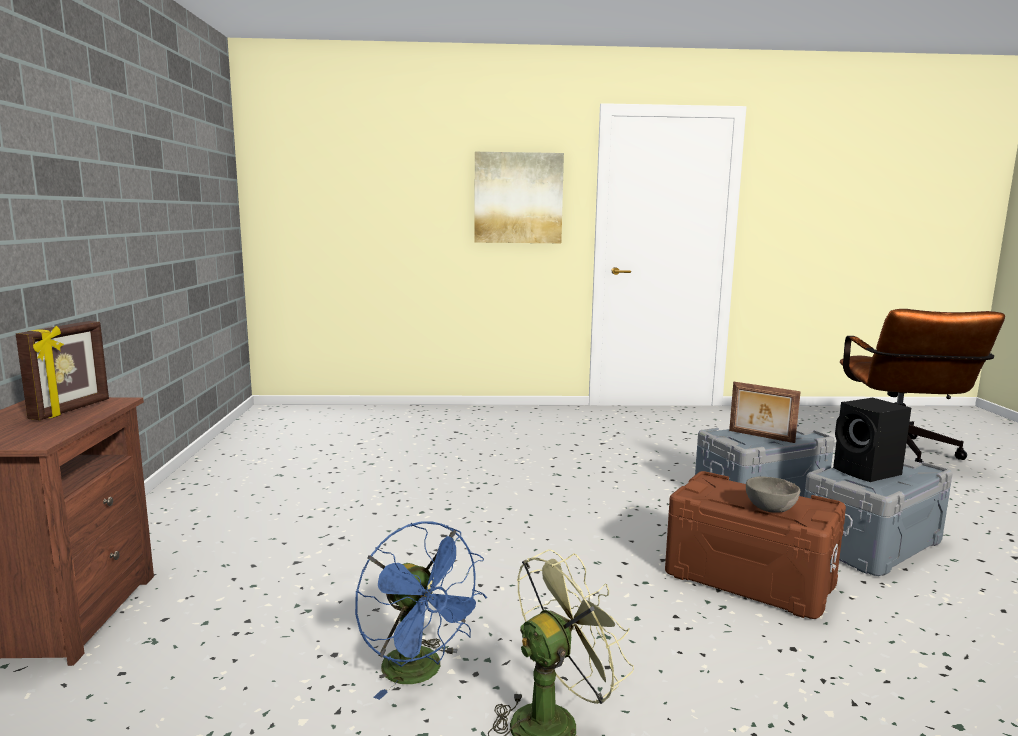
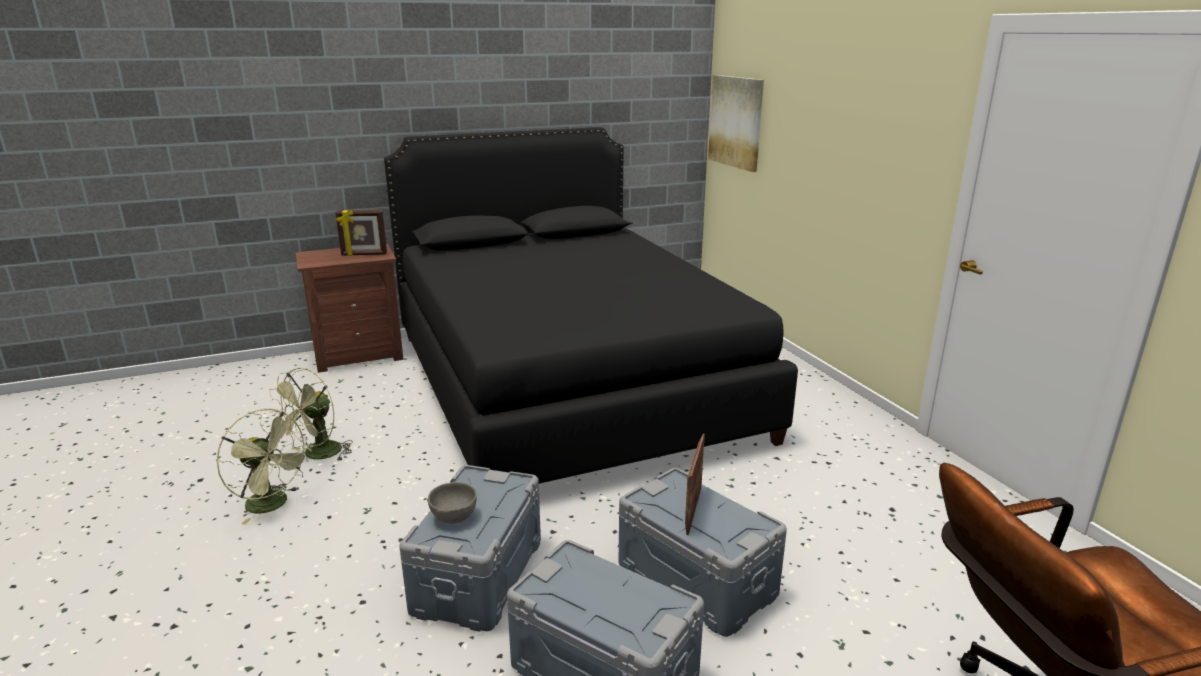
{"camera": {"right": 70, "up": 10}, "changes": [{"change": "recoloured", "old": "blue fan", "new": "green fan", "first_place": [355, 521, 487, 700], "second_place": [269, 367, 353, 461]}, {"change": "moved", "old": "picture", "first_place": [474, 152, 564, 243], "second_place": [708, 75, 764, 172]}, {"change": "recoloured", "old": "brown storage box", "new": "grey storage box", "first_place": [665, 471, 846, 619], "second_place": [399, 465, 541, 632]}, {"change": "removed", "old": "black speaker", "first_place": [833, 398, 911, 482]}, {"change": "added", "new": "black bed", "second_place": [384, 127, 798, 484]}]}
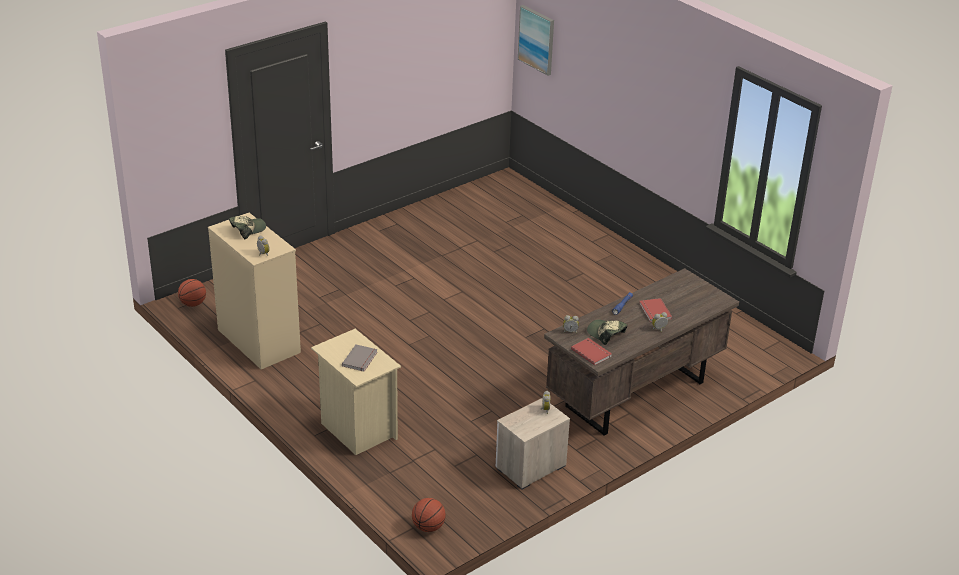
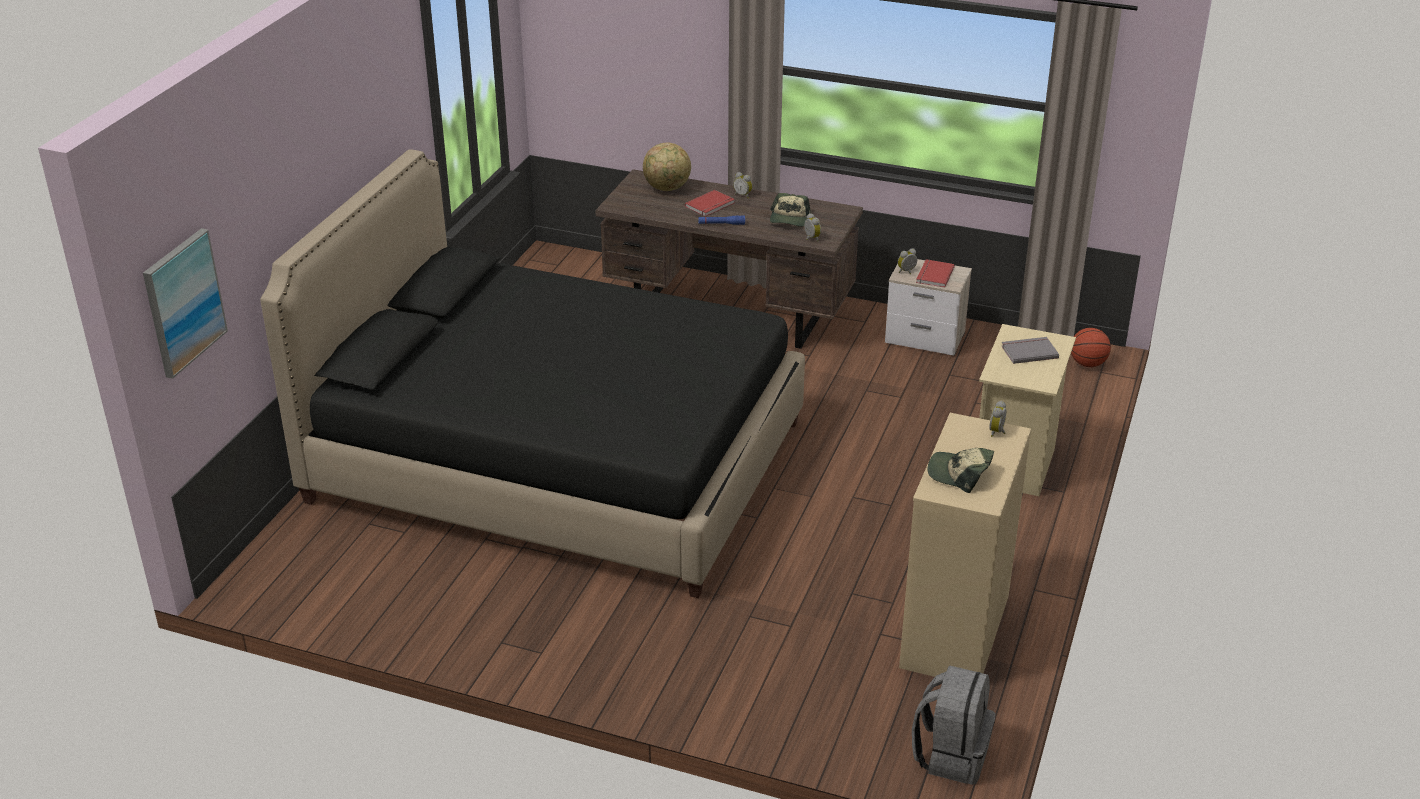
{"camera": {"right": -120, "up": 0}, "changes": [{"change": "replaced", "old": "basketball", "new": "grey backpack", "first_place": [178, 279, 206, 307], "second_place": [912, 666, 995, 785]}, {"change": "moved", "old": "red book", "first_place": [571, 338, 612, 365], "second_place": [916, 259, 955, 288]}, {"change": "added", "new": "black bed", "second_place": [260, 150, 805, 598]}, {"change": "added", "new": "globe", "second_place": [643, 143, 691, 191]}]}
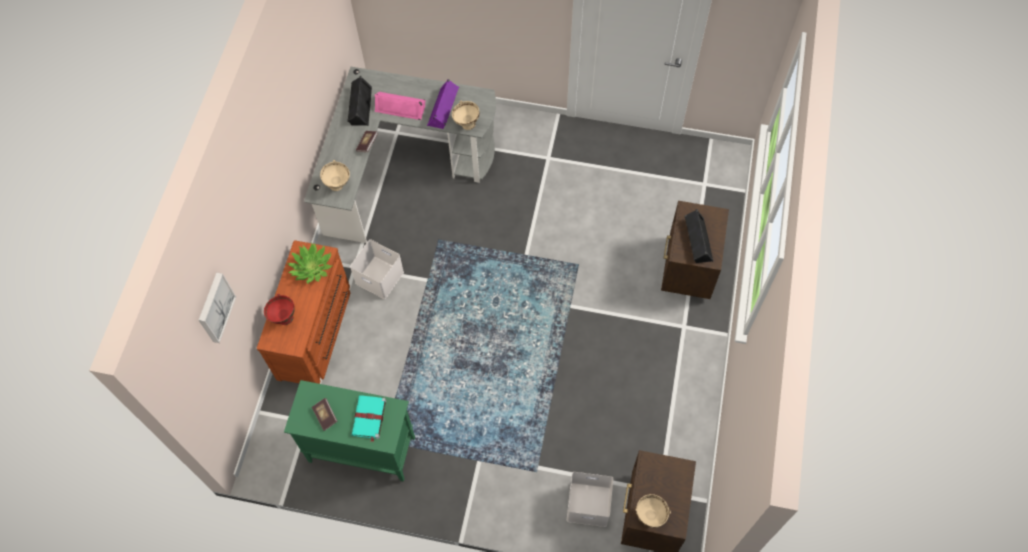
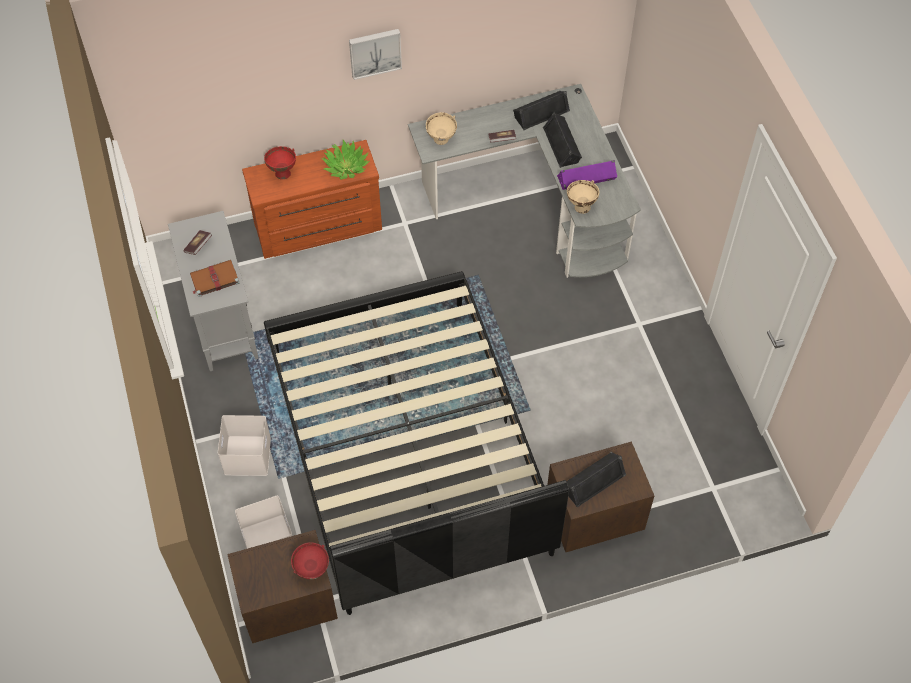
{"camera": {"right": 60, "up": -5}, "changes": [{"change": "moved", "old": "picture", "first_place": [199, 272, 236, 343], "second_place": [349, 29, 402, 80]}, {"change": "recoloured", "old": "green cabinet", "new": "grey cabinet", "first_place": [284, 380, 415, 482], "second_place": [168, 211, 259, 371]}, {"change": "moved", "old": "white storage box", "first_place": [350, 239, 404, 299], "second_place": [218, 415, 271, 476]}, {"change": "recoloured", "old": "turquoise book", "new": "brown book", "first_place": [351, 395, 386, 442], "second_place": [190, 260, 239, 297]}, {"change": "recoloured", "old": "pink speaker", "new": "black speaker", "first_place": [375, 92, 426, 120], "second_place": [543, 112, 582, 168]}, {"change": "removed", "old": "beige bowl", "first_place": [635, 494, 671, 528]}, {"change": "added", "new": "black bed", "second_place": [264, 271, 569, 615]}, {"change": "added", "new": "red bowl", "second_place": [291, 542, 329, 579]}]}
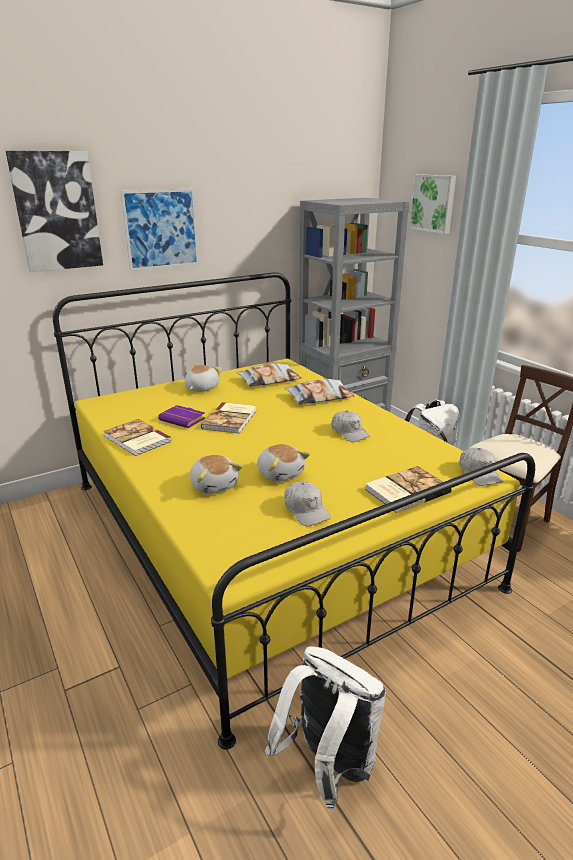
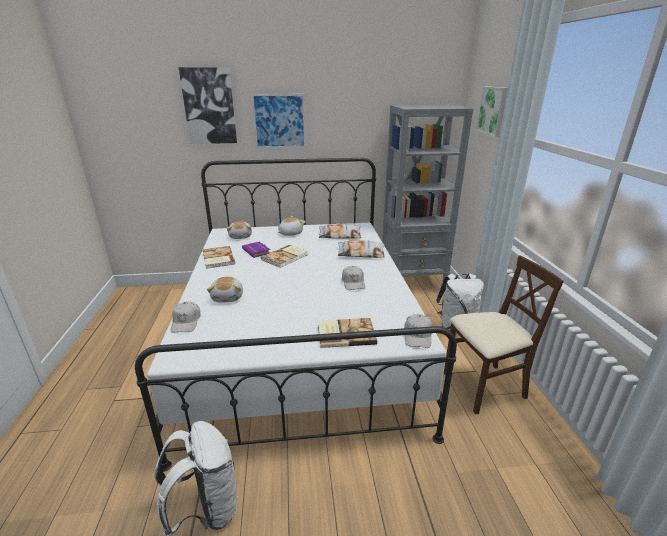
{"camera": {"right": 25, "up": 0}, "changes": [{"change": "recoloured", "old": "yellow bed", "new": "white bed", "first_place": [53, 272, 535, 750], "second_place": [135, 158, 457, 472]}, {"change": "moved", "old": "plush toy", "first_place": [257, 444, 310, 482], "second_place": [227, 221, 252, 239]}, {"change": "moved", "old": "white cap", "first_place": [284, 482, 331, 526], "second_place": [171, 301, 200, 333]}]}
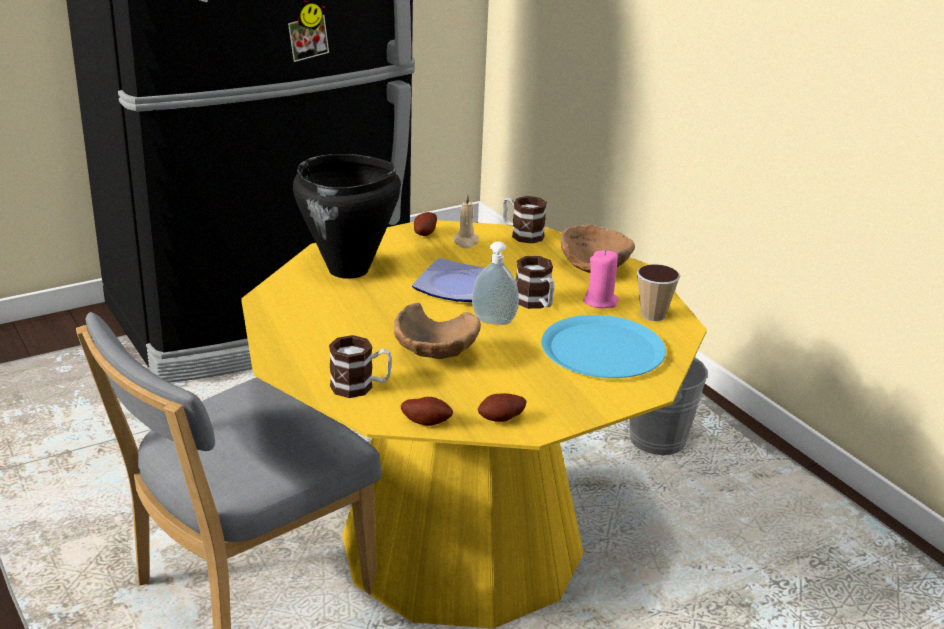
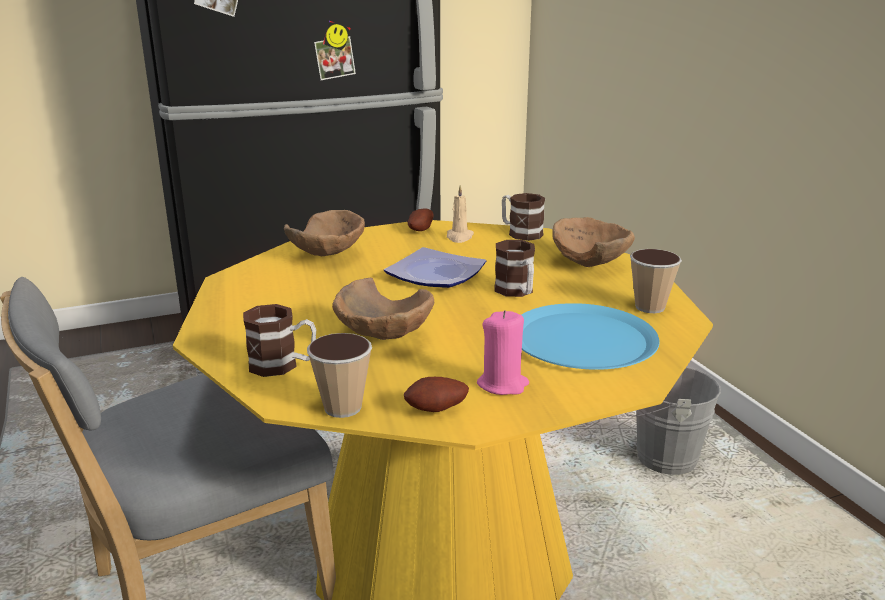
{"camera": {"right": 10, "up": -5}, "changes": [{"change": "replaced", "old": "black cooking pot", "new": "brown bowl", "first_place": [293, 154, 401, 279], "second_place": [284, 210, 365, 256]}, {"change": "replaced", "old": "potato", "new": "cup", "first_place": [401, 397, 453, 426], "second_place": [307, 333, 372, 418]}, {"change": "removed", "old": "soap dispenser", "first_place": [472, 241, 519, 325]}, {"change": "moved", "old": "pink candle", "first_place": [583, 250, 619, 308], "second_place": [477, 310, 529, 395]}]}
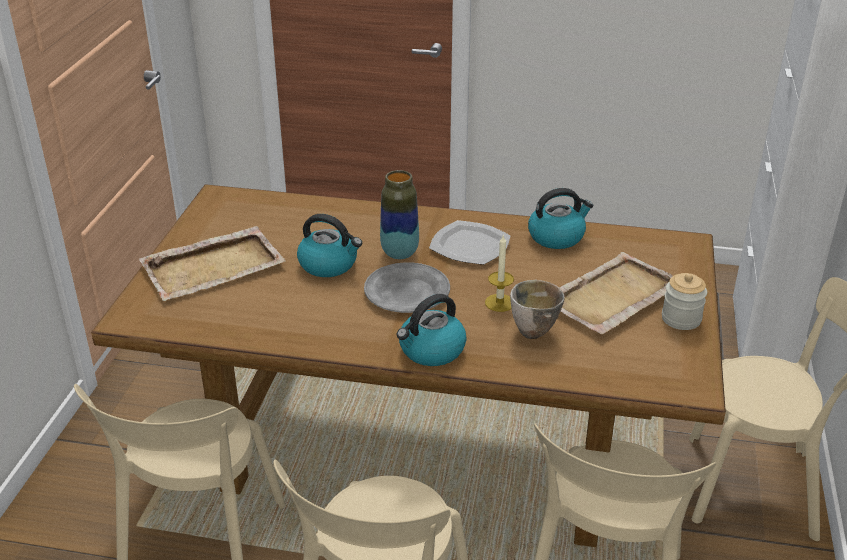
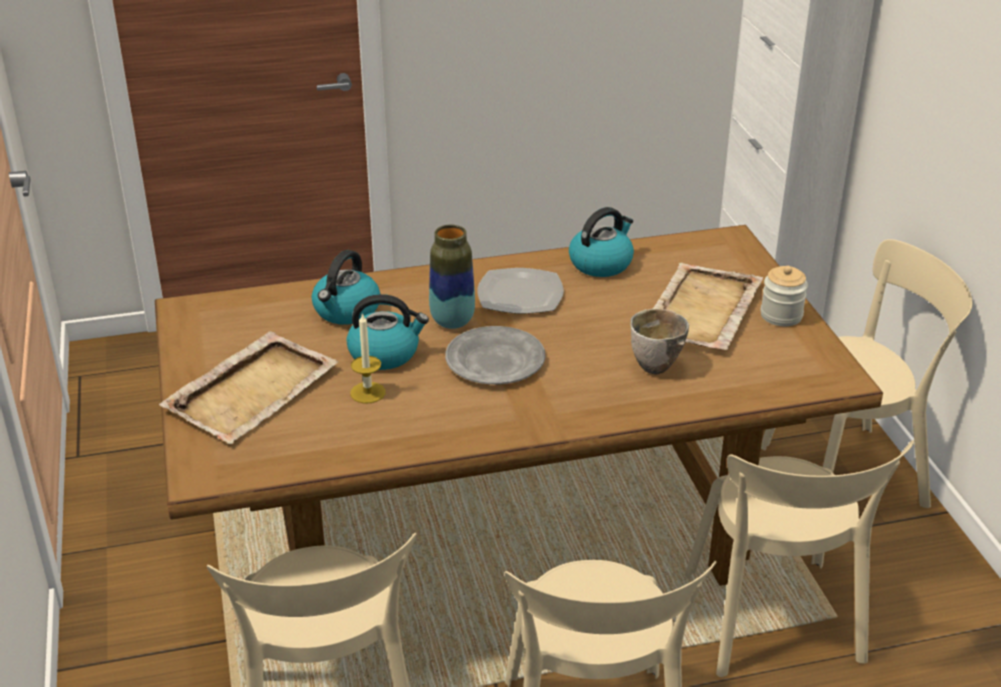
{"camera": {"right": -25, "up": 0}, "changes": [{"change": "moved", "old": "kettle", "first_place": [397, 294, 466, 366], "second_place": [312, 250, 380, 325]}, {"change": "moved", "old": "candle", "first_place": [485, 234, 514, 312], "second_place": [350, 312, 386, 403]}]}
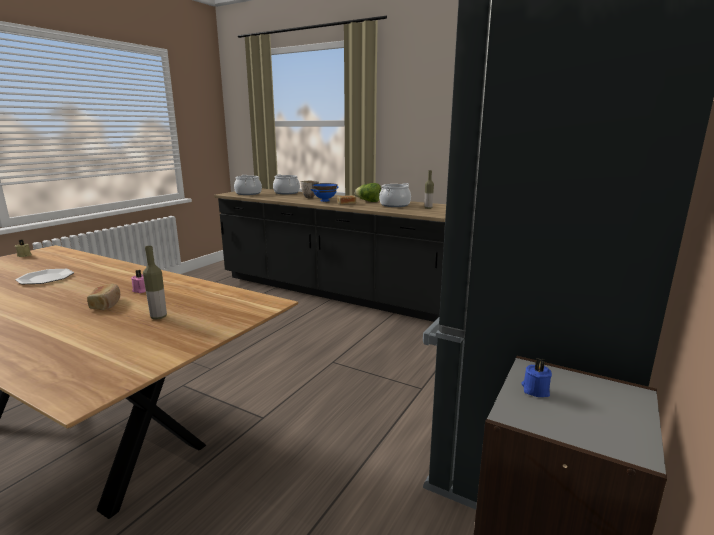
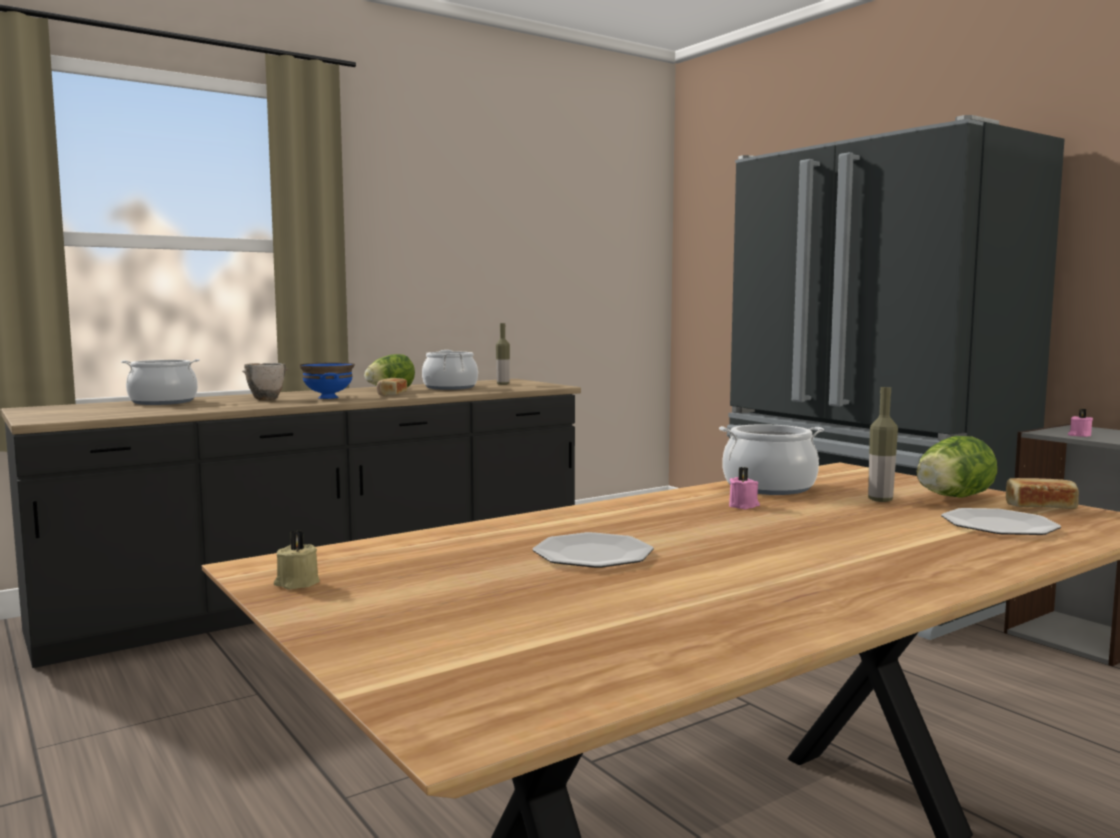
{"camera": {"right": -65, "up": -10}, "changes": [{"change": "moved", "old": "bread", "first_place": [87, 283, 120, 310], "second_place": [1006, 478, 1079, 509]}, {"change": "moved", "old": "cooking pot", "first_place": [234, 175, 262, 195], "second_place": [719, 424, 824, 495]}, {"change": "recoloured", "old": "blue candle", "new": "pink candle", "first_place": [522, 358, 552, 397], "second_place": [1068, 409, 1093, 437]}, {"change": "added", "new": "lettuce", "second_place": [916, 436, 997, 498]}, {"change": "added", "new": "plate", "second_place": [941, 508, 1061, 535]}]}
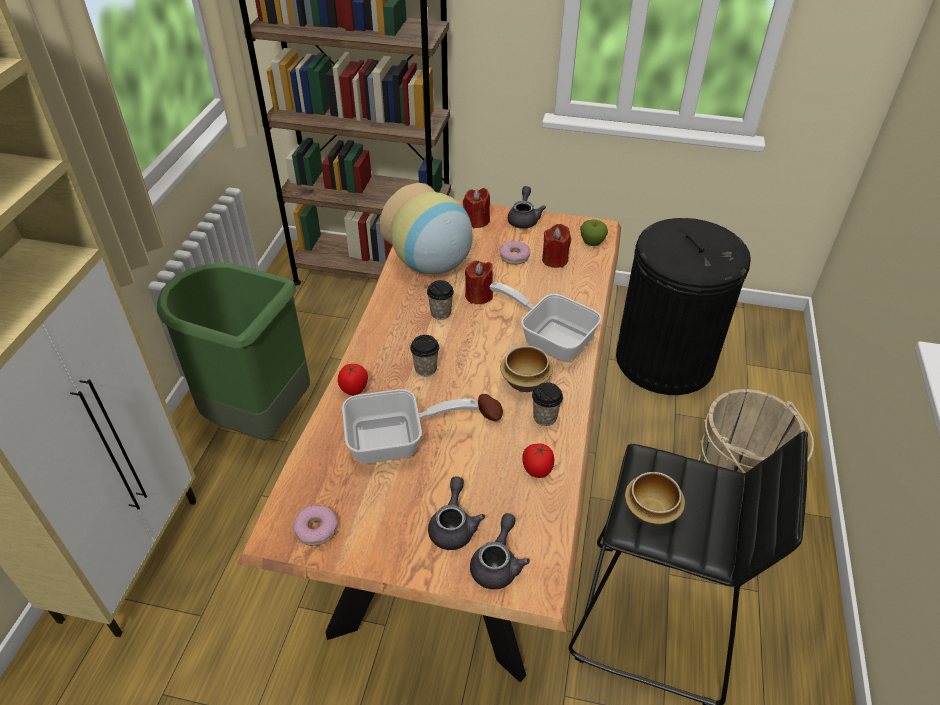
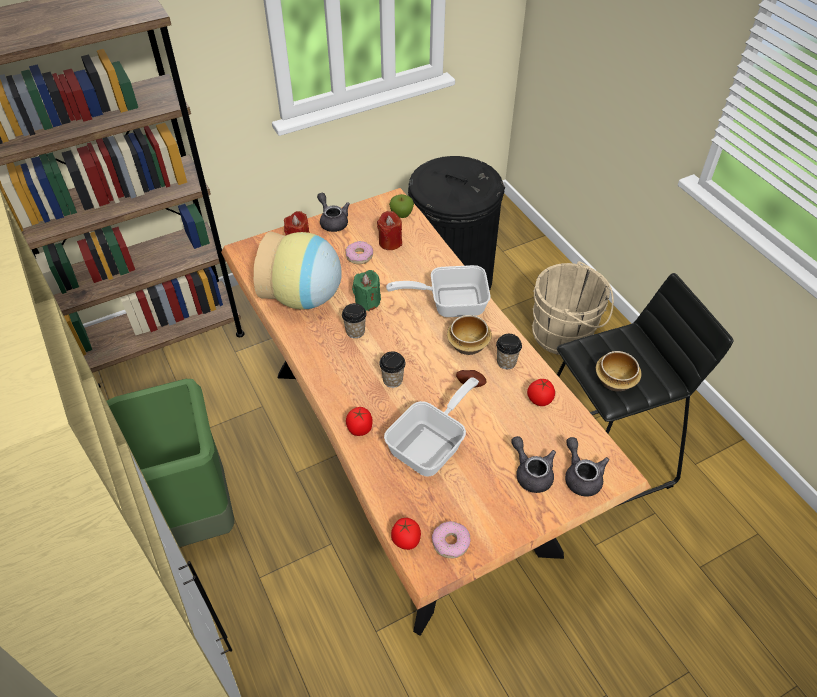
{"camera": {"right": -40, "up": 5}, "changes": [{"change": "recoloured", "old": "red candle", "new": "green candle", "first_place": [465, 261, 493, 304], "second_place": [352, 270, 381, 311]}, {"change": "added", "new": "tomato", "second_place": [391, 518, 421, 550]}]}
